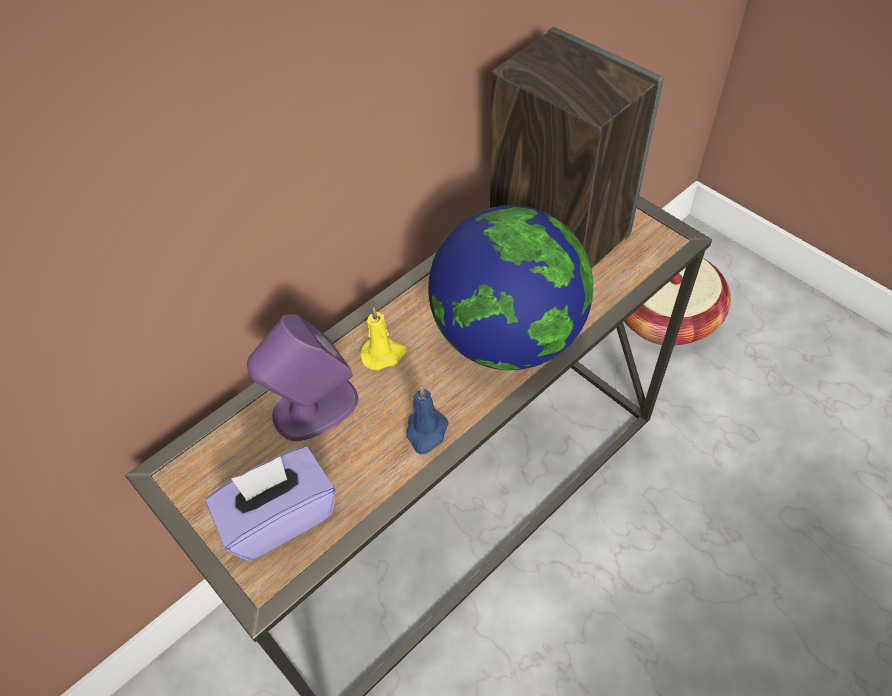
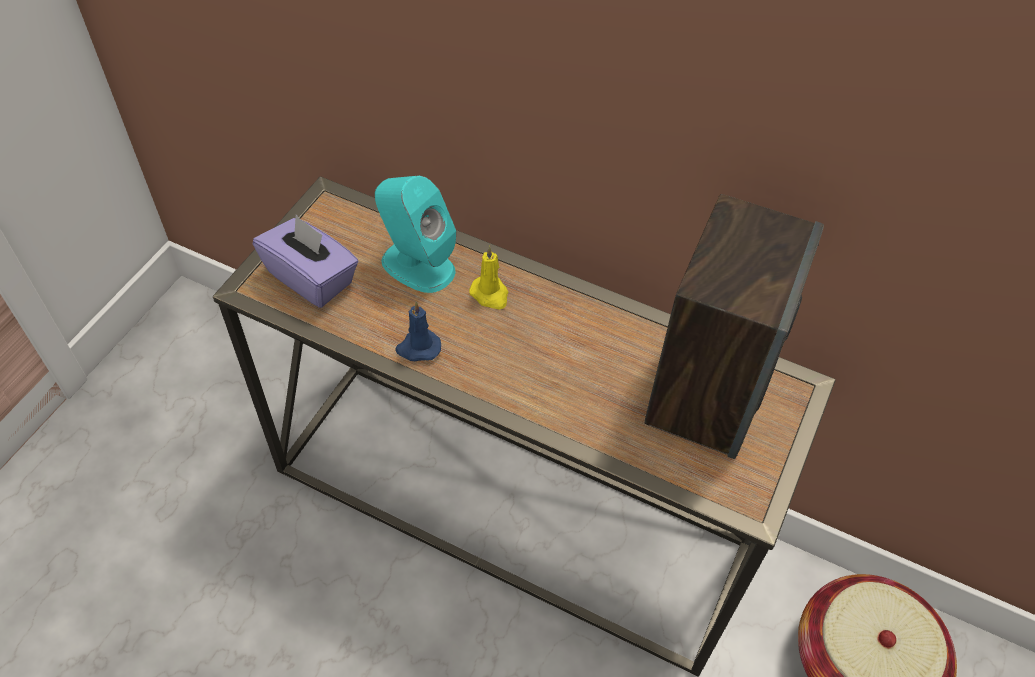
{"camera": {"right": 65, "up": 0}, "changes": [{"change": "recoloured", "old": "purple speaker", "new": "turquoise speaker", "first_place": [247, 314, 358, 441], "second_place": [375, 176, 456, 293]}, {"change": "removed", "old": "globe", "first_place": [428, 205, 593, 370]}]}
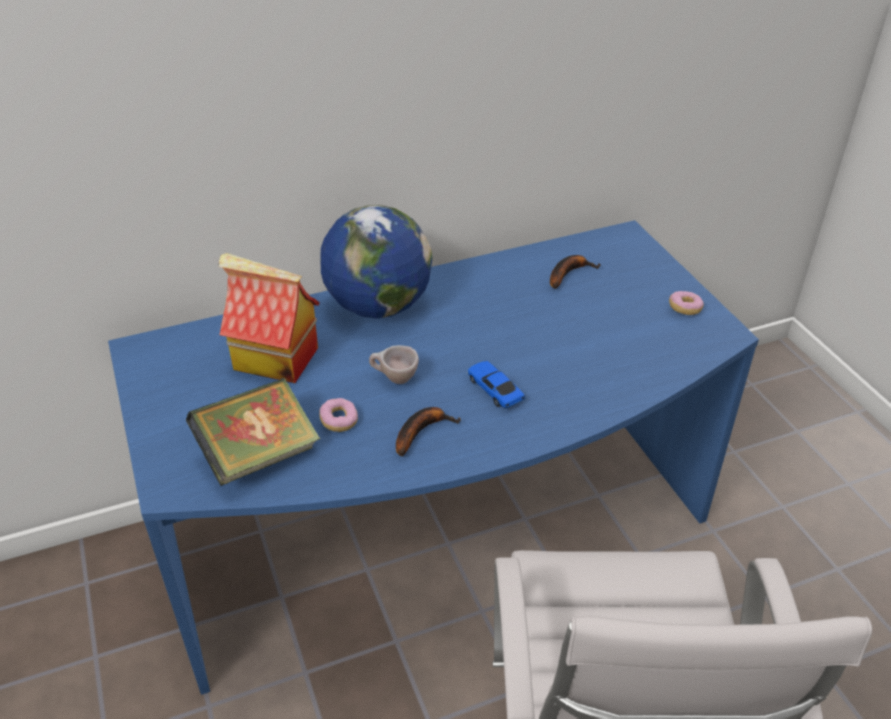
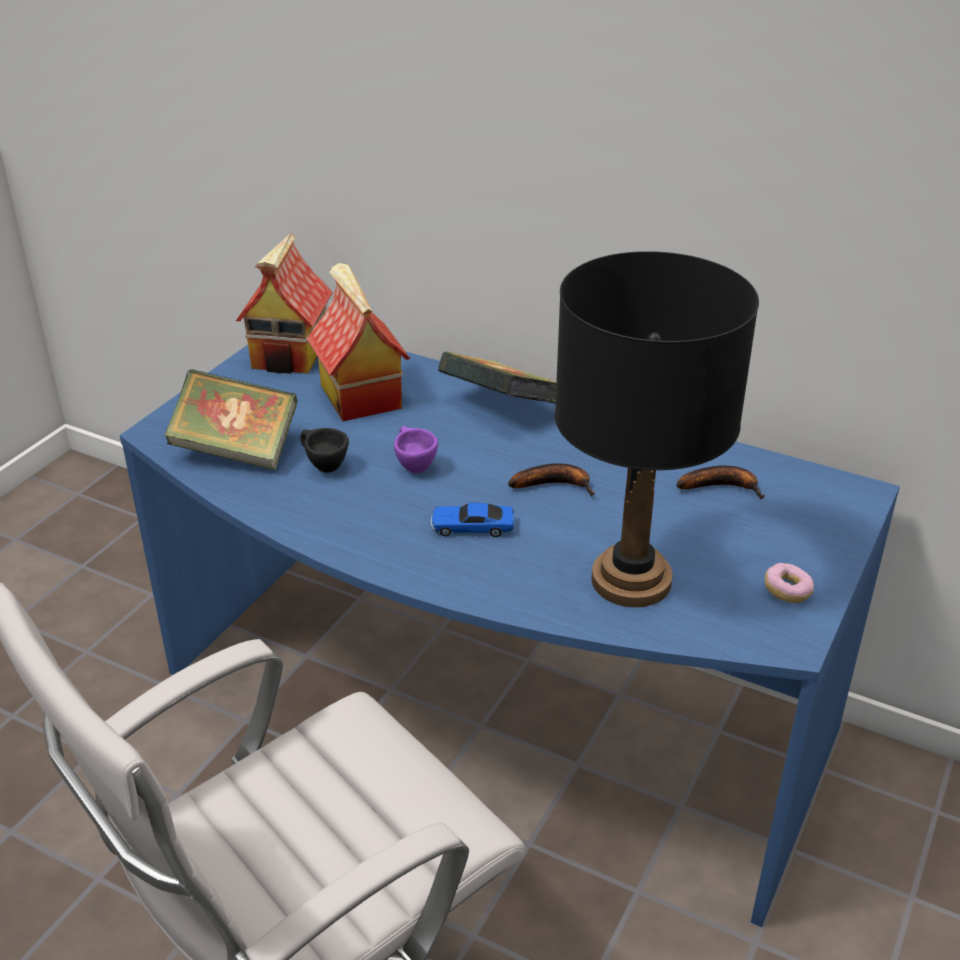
{"camera": {"right": 50, "up": -5}, "changes": [{"change": "replaced", "old": "globe", "new": "book", "first_place": [320, 205, 432, 318], "second_place": [438, 352, 556, 403]}, {"change": "replaced", "old": "donut", "new": "black cup", "first_place": [320, 398, 358, 432], "second_place": [300, 428, 349, 473]}, {"change": "recoloured", "old": "beige cup", "new": "purple cup", "first_place": [369, 345, 419, 384], "second_place": [394, 426, 438, 473]}, {"change": "moved", "old": "banana", "first_place": [396, 407, 461, 457], "second_place": [508, 463, 595, 497]}, {"change": "turned", "old": "toy car", "first_place": [467, 361, 525, 409], "second_place": [431, 502, 514, 537], "degrees": -105}, {"change": "added", "new": "toy house", "second_place": [236, 233, 333, 374]}, {"change": "added", "new": "black table lamp", "second_place": [554, 251, 759, 607]}]}
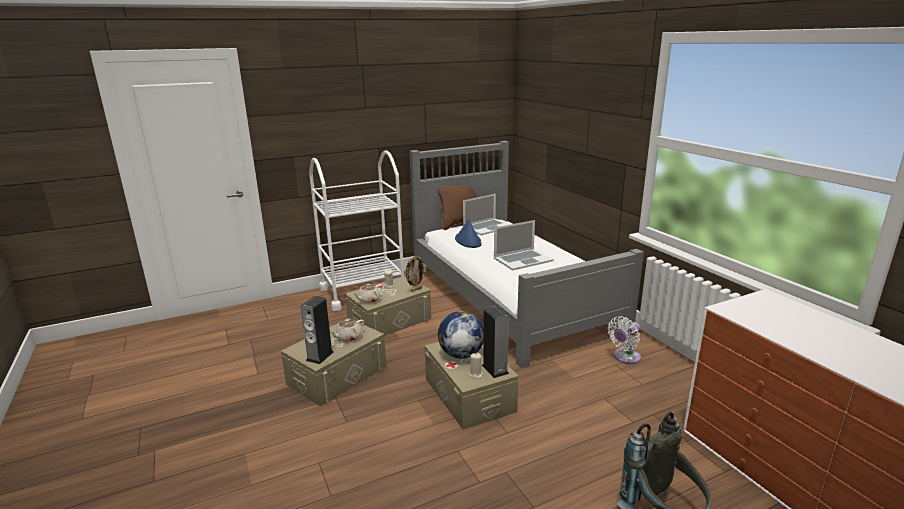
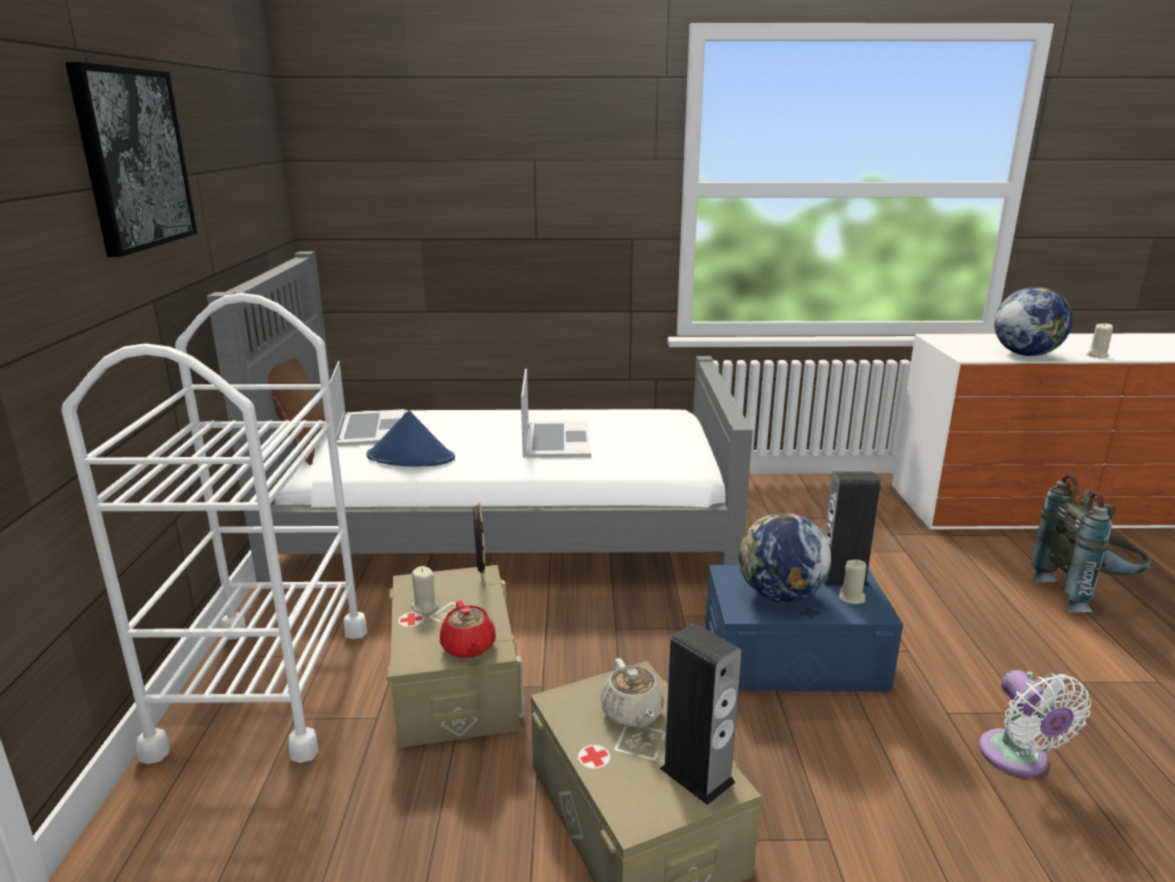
{"camera": {"right": -65, "up": 0}, "changes": [{"change": "recoloured", "old": "beige teapot", "new": "red teapot", "first_place": [353, 284, 383, 303], "second_place": [440, 601, 496, 658]}, {"change": "recoloured", "old": "beige storage box", "new": "blue storage box", "first_place": [425, 342, 519, 430], "second_place": [705, 564, 903, 691]}, {"change": "moved", "old": "white fan", "first_place": [608, 316, 641, 364], "second_place": [979, 670, 1091, 777]}, {"change": "added", "new": "picture", "second_place": [65, 62, 197, 257]}, {"change": "added", "new": "globe", "second_place": [994, 287, 1073, 356]}, {"change": "added", "new": "beige candle", "second_place": [1086, 323, 1113, 358]}]}
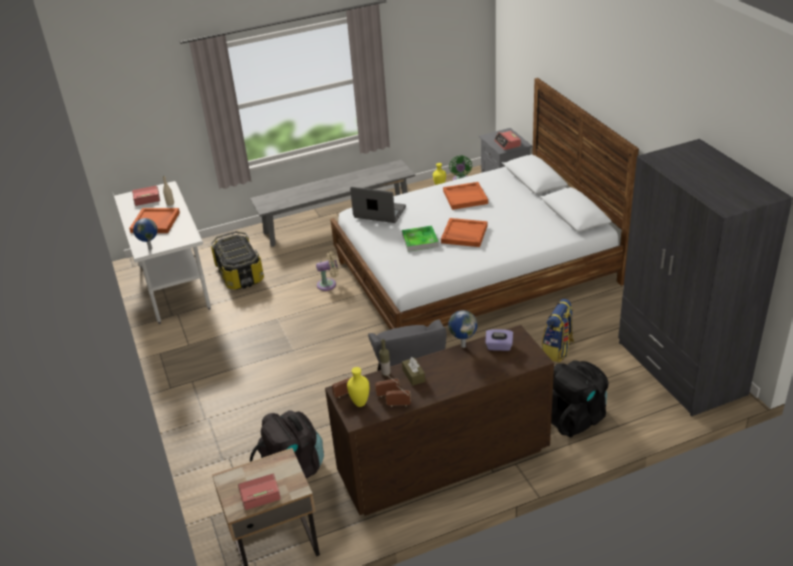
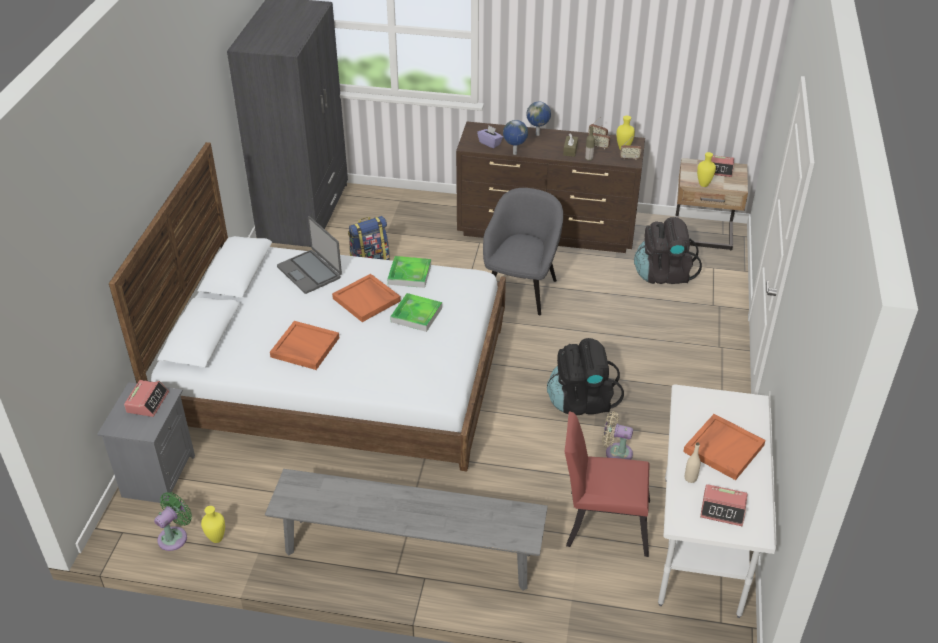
{"camera": {"right": -150, "up": 5}, "changes": [{"change": "moved", "old": "globe", "first_place": [133, 218, 158, 250], "second_place": [526, 101, 551, 136]}, {"change": "replaced", "old": "storage box", "new": "red chair", "first_place": [211, 231, 264, 290], "second_place": [564, 412, 650, 557]}, {"change": "moved", "old": "beige fan", "first_place": [316, 252, 339, 291], "second_place": [602, 411, 633, 460]}, {"change": "moved", "old": "laptop", "first_place": [350, 187, 406, 223], "second_place": [277, 216, 342, 294]}, {"change": "moved", "old": "black backpack", "first_place": [551, 361, 608, 437], "second_place": [547, 338, 624, 415]}, {"change": "added", "new": "tray", "second_place": [388, 256, 431, 288]}, {"change": "added", "new": "yellow vase", "second_place": [697, 152, 716, 187]}]}
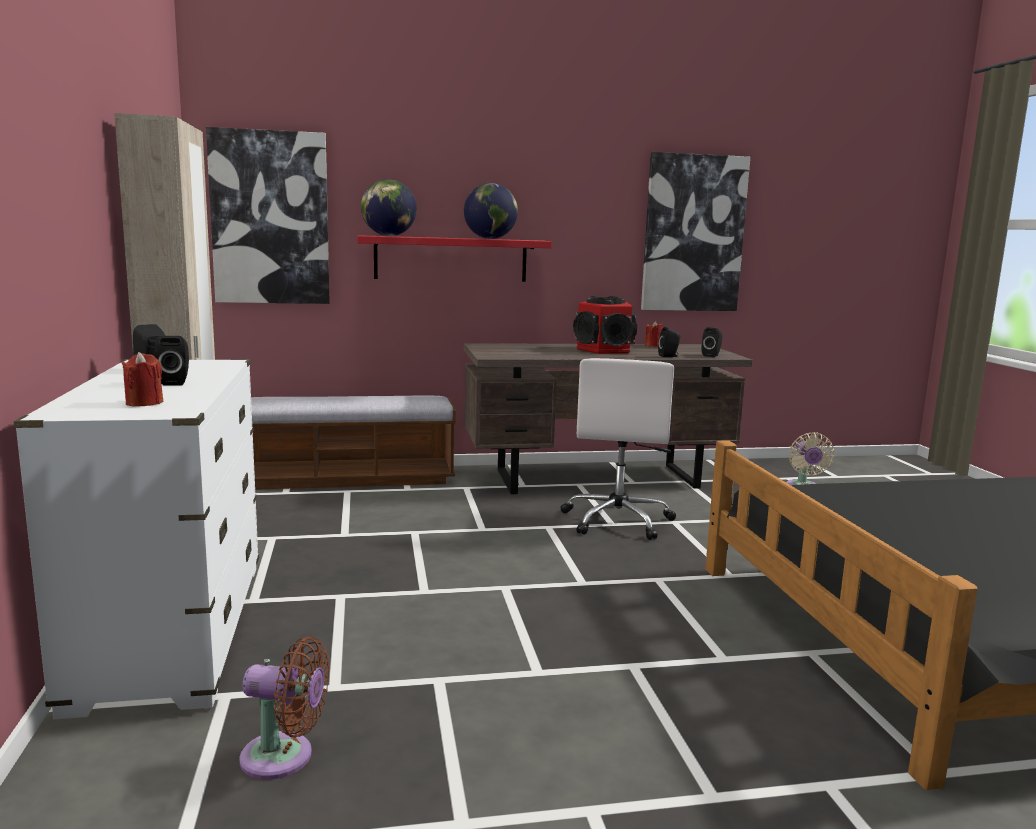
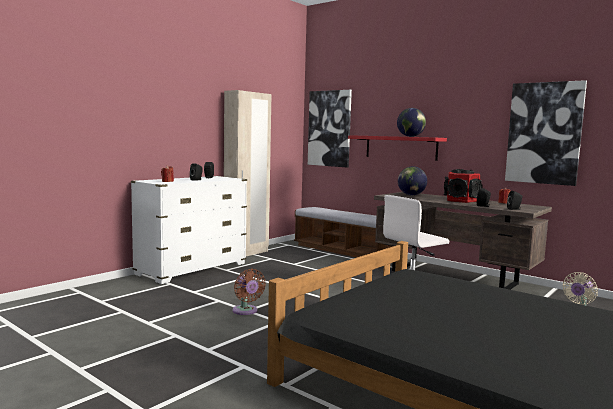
{"camera": {"right": 50, "up": -5}, "changes": [{"change": "moved", "old": "brown fan", "first_place": [239, 637, 330, 780], "second_place": [233, 269, 266, 315]}, {"change": "moved", "old": "globe", "first_place": [361, 179, 417, 236], "second_place": [398, 166, 427, 195]}]}
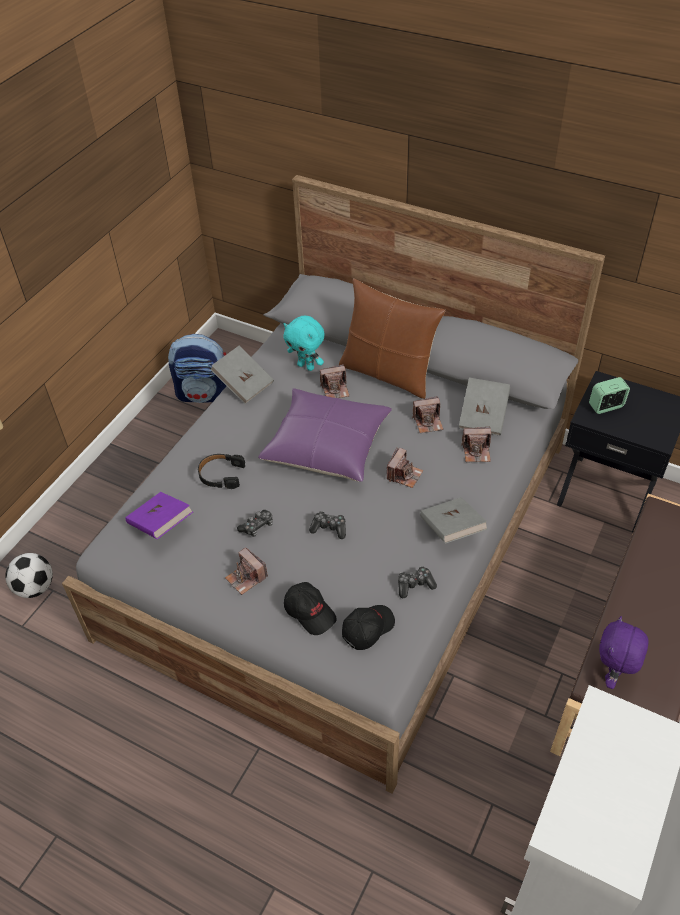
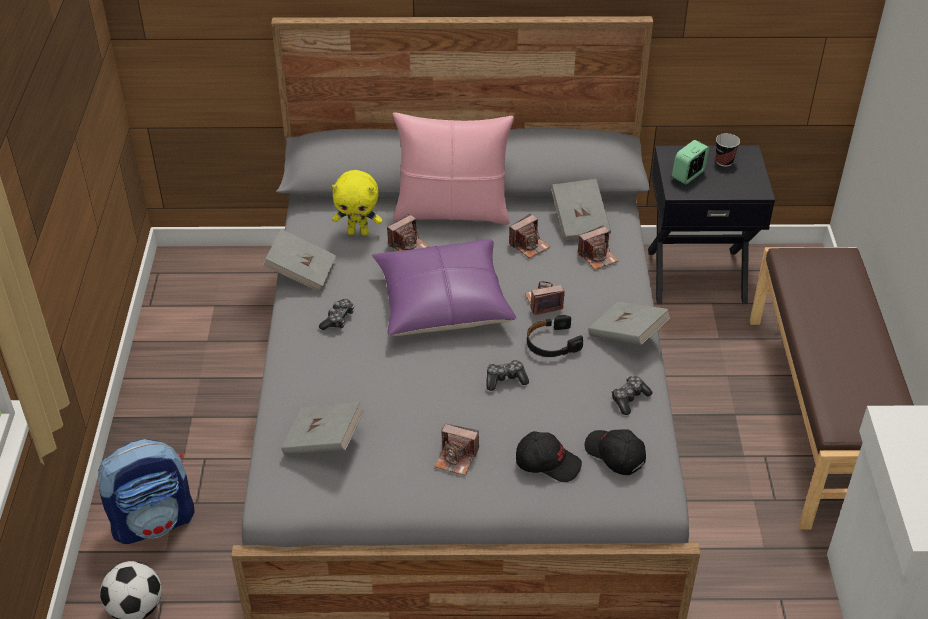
{"camera": {"right": -30, "up": -5}, "changes": [{"change": "recoloured", "old": "purple book", "new": "grey book", "first_place": [125, 492, 193, 539], "second_place": [281, 402, 364, 455]}, {"change": "moved", "old": "backpack", "first_place": [168, 334, 226, 403], "second_place": [98, 439, 195, 544]}, {"change": "moved", "old": "black headphones", "first_place": [198, 454, 245, 489], "second_place": [527, 315, 583, 357]}, {"change": "moved", "old": "game controller", "first_place": [237, 510, 273, 537], "second_place": [319, 299, 354, 330]}, {"change": "recoloured", "old": "turquoise plush toy", "new": "yellow plush toy", "first_place": [284, 316, 325, 371], "second_place": [332, 170, 382, 236]}, {"change": "recoloured", "old": "brown pillow", "new": "pink pillow", "first_place": [339, 278, 445, 399], "second_place": [393, 112, 514, 225]}, {"change": "turned", "old": "black cap", "first_place": [342, 605, 395, 650], "second_place": [585, 429, 646, 475], "degrees": -60}, {"change": "turned", "old": "photo camera", "first_place": [387, 448, 423, 488], "second_place": [525, 282, 565, 315], "degrees": -105}, {"change": "removed", "old": "purple plush toy", "first_place": [599, 616, 649, 689]}, {"change": "added", "new": "cup", "second_place": [716, 133, 740, 167]}]}
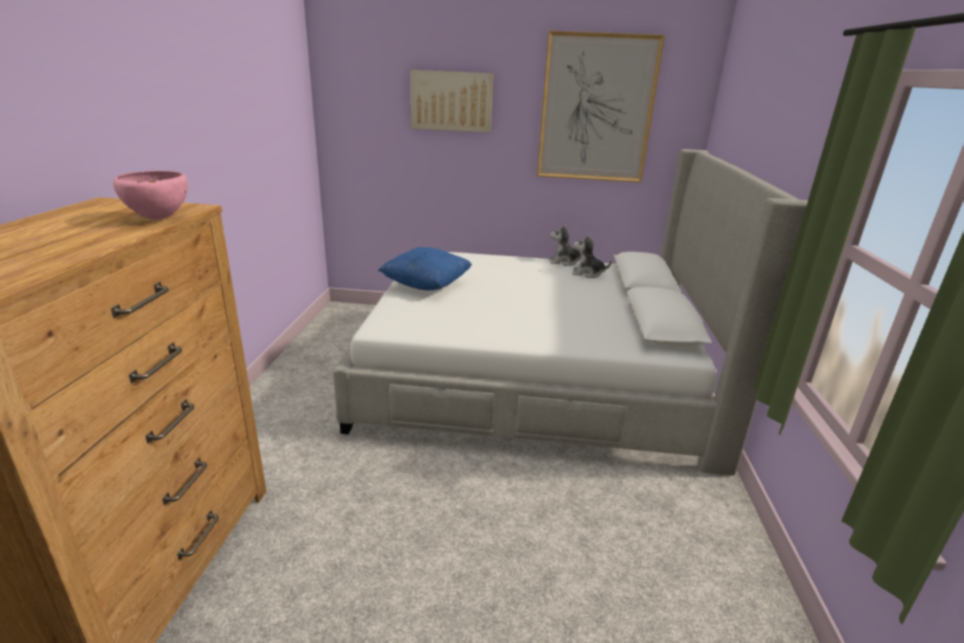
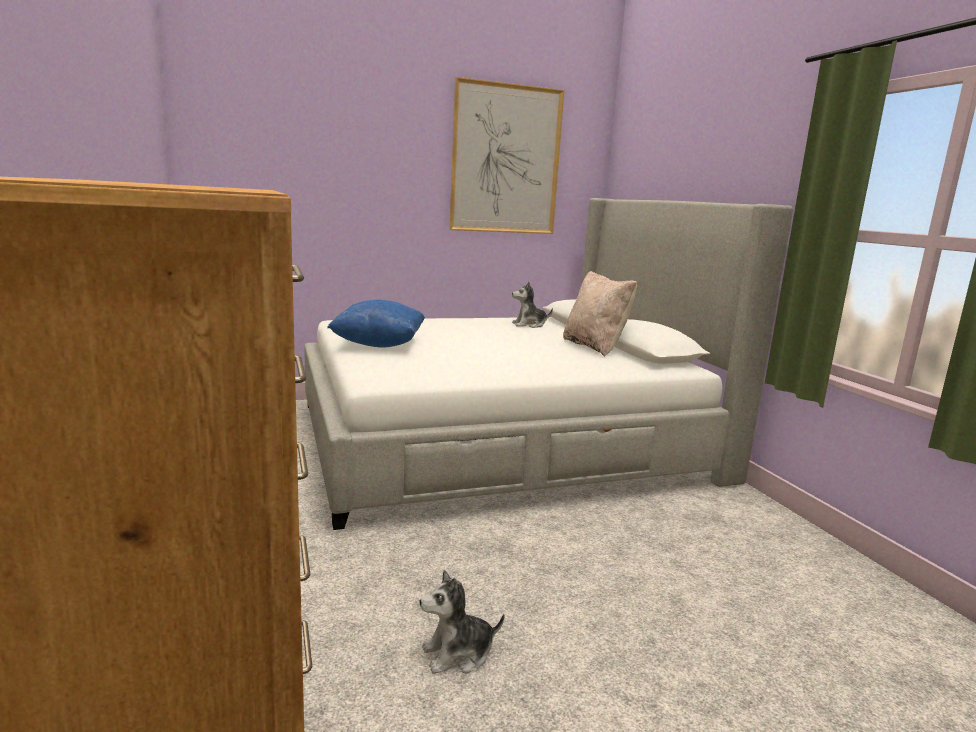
{"camera": {"right": -25, "up": -10}, "changes": [{"change": "removed", "old": "pink bowl", "first_place": [113, 171, 188, 220]}, {"change": "removed", "old": "picture", "first_place": [410, 70, 493, 133]}, {"change": "moved", "old": "plush toy", "first_place": [550, 224, 581, 266], "second_place": [420, 570, 505, 674]}, {"change": "added", "new": "beige pillow", "second_place": [563, 271, 637, 356]}]}
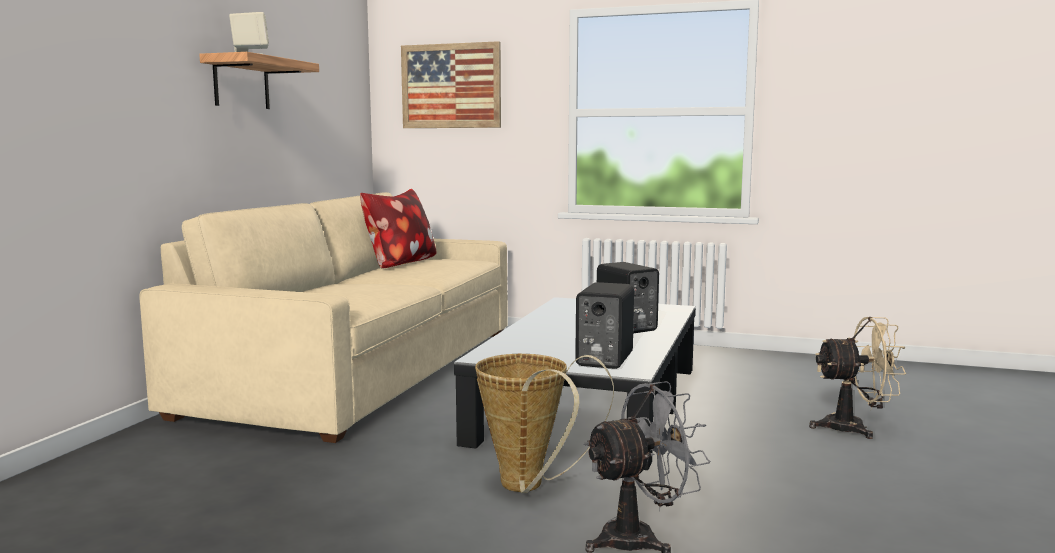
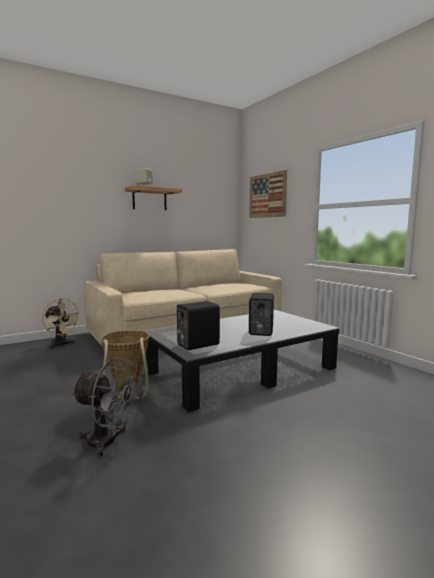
{"camera": {"right": 40, "up": 0}, "changes": [{"change": "removed", "old": "pillow", "first_place": [360, 189, 437, 268]}, {"change": "moved", "old": "beige fan", "first_place": [809, 317, 906, 439], "second_place": [42, 299, 82, 349]}]}
